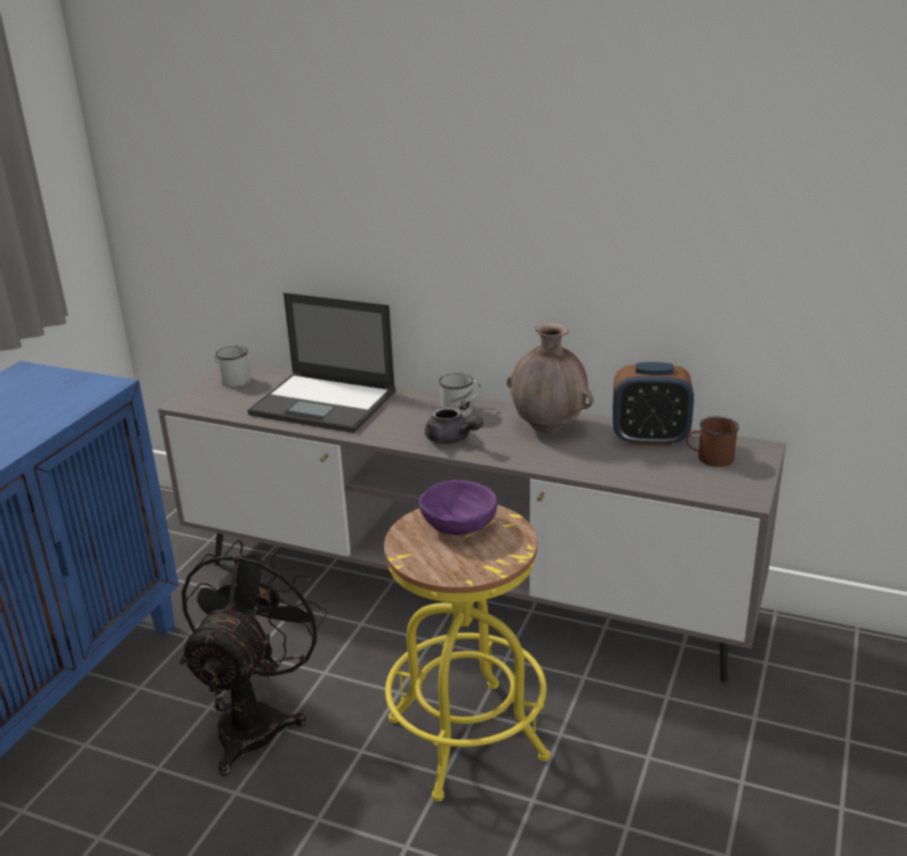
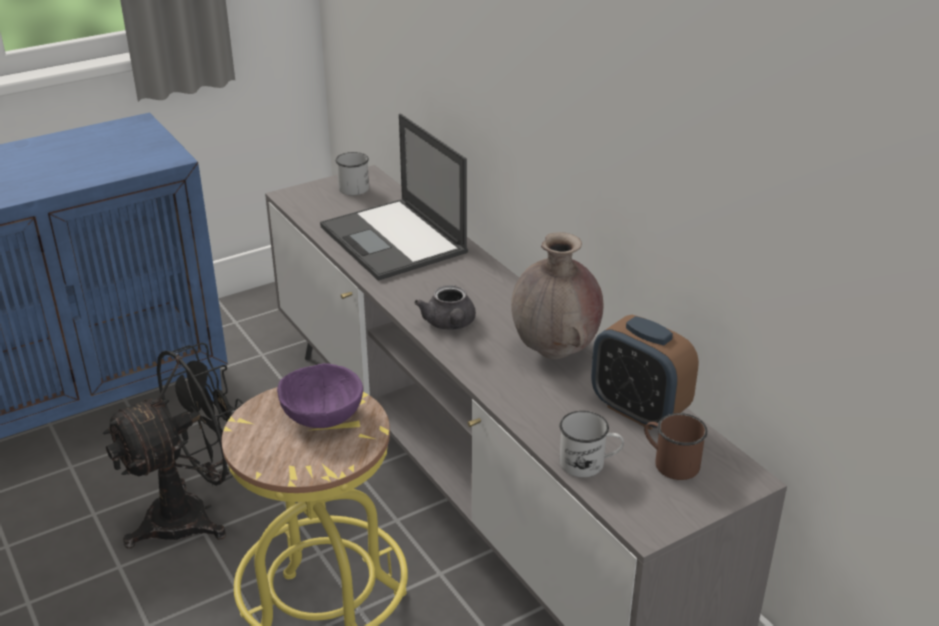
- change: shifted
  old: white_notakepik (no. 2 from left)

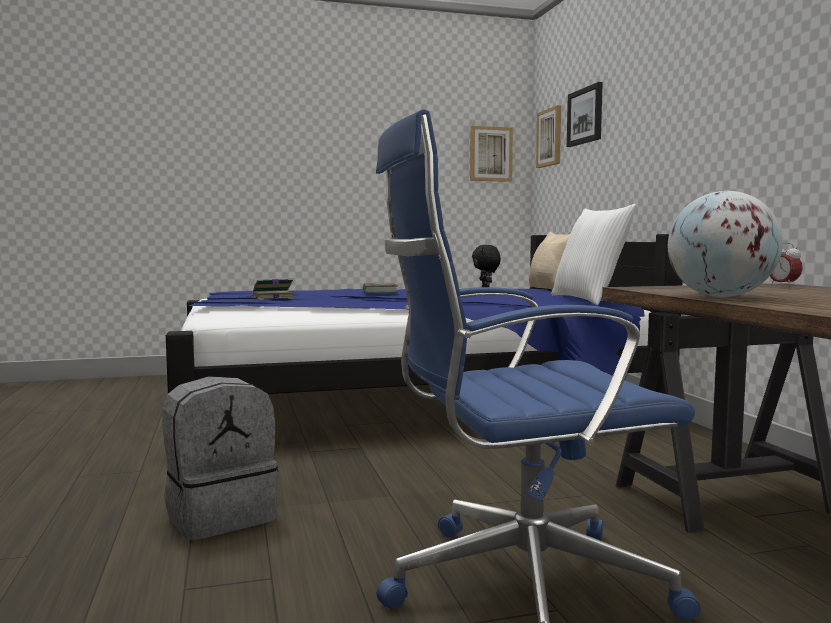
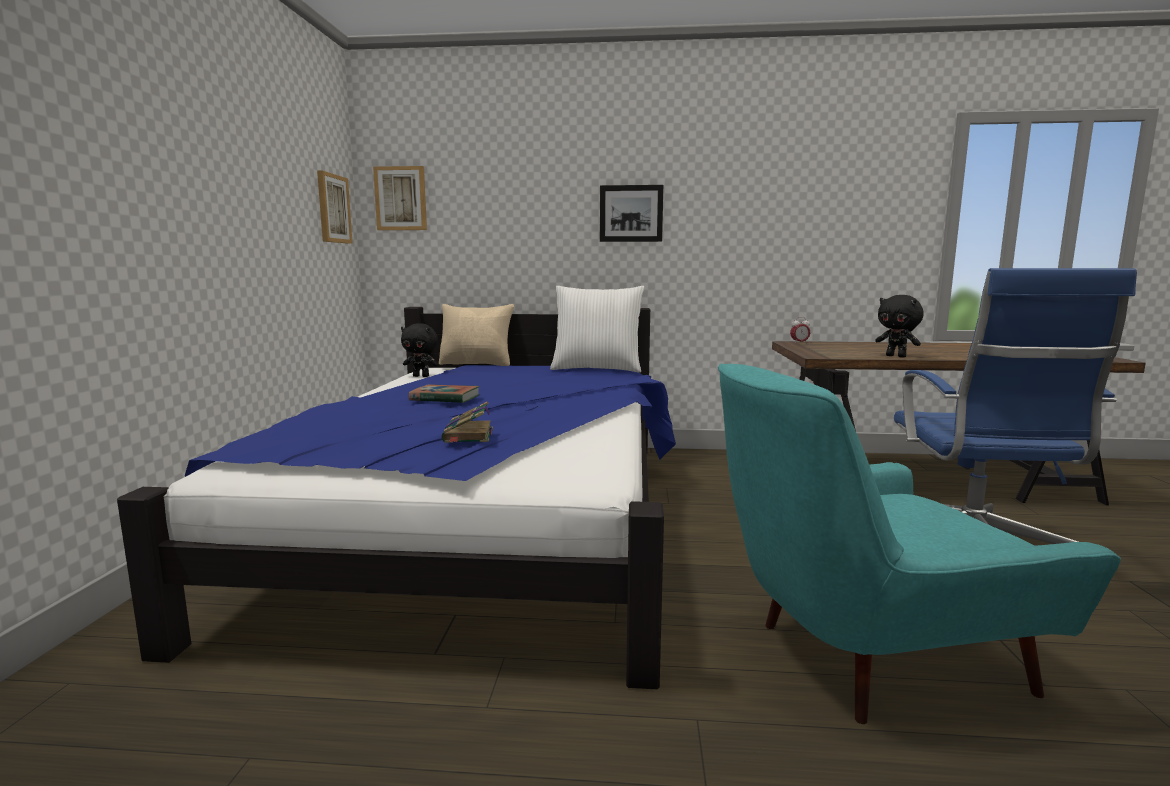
- change: swapped
  old: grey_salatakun
  new: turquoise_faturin
- change: shifted
  old: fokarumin (no. 3 from left)
- change: swapped
  old: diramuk
  new: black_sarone (no. 2 from left)

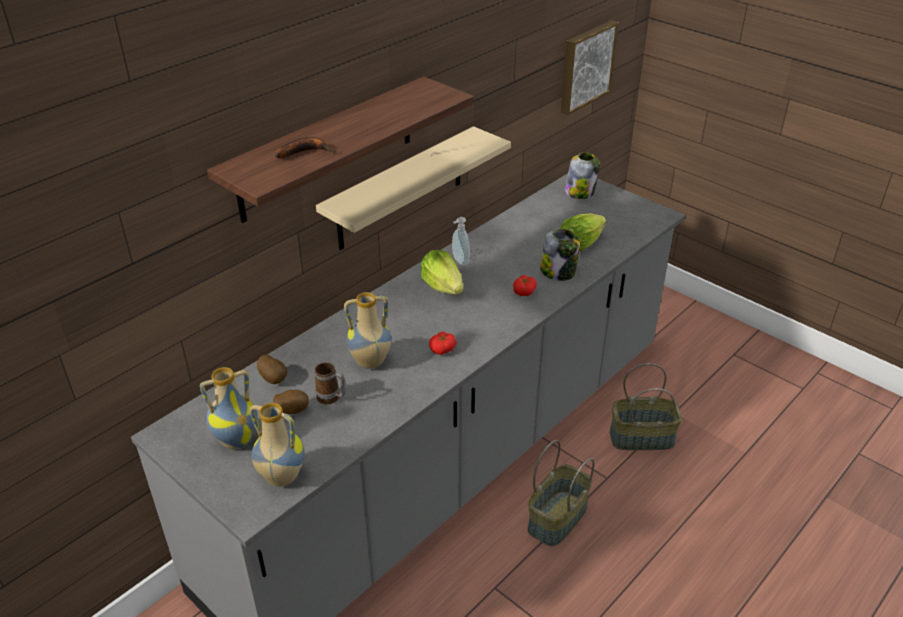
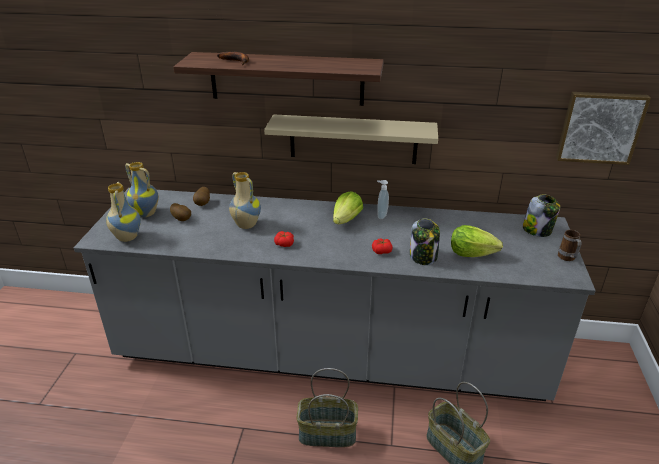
- change: shifted
  old: notakepik

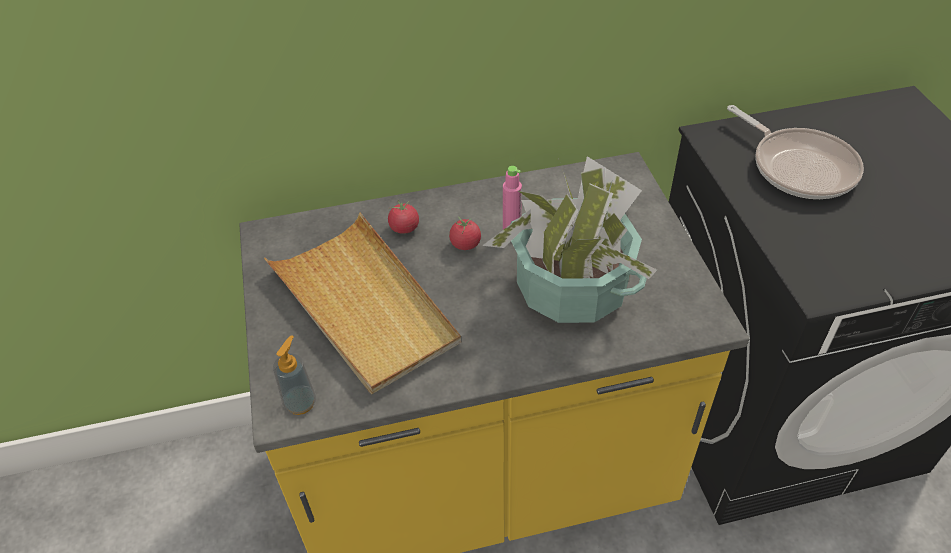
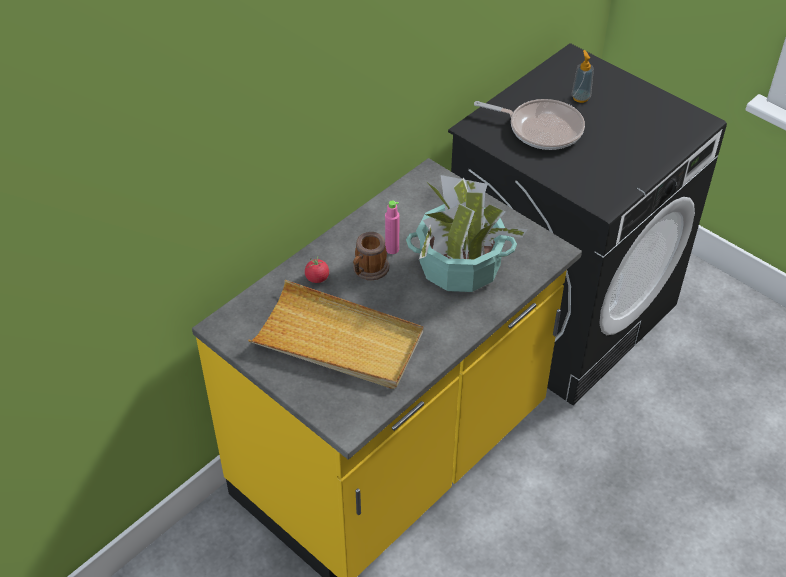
- change: shifted
  old: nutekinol
- change: swapped
  old: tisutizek (no. 2 from left)
  new: notakepik

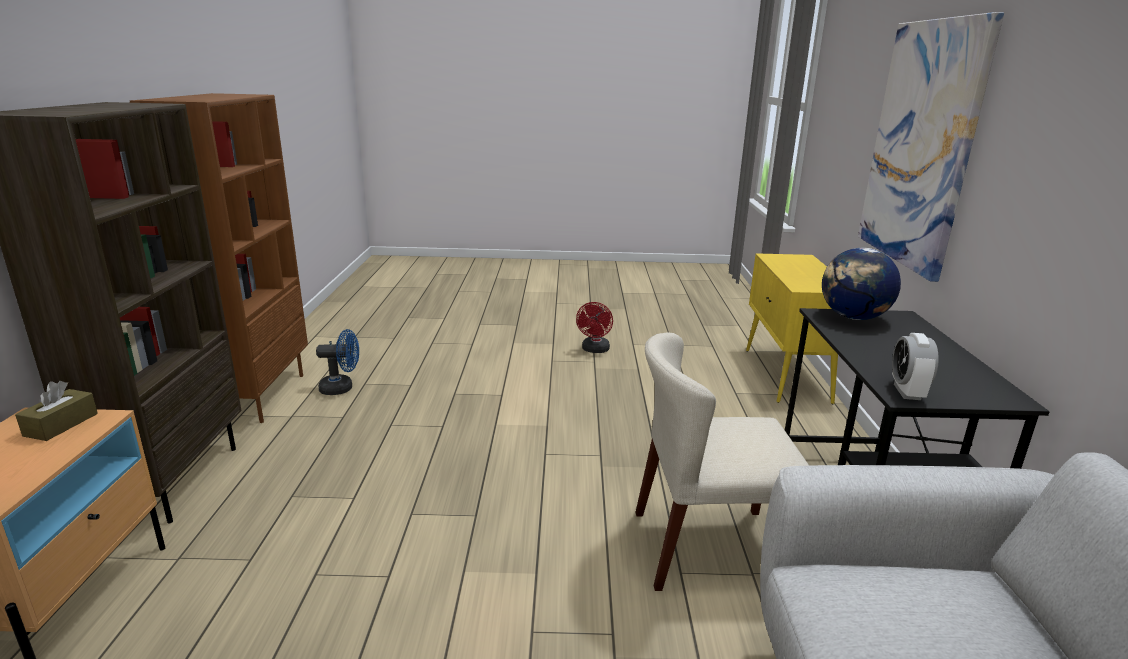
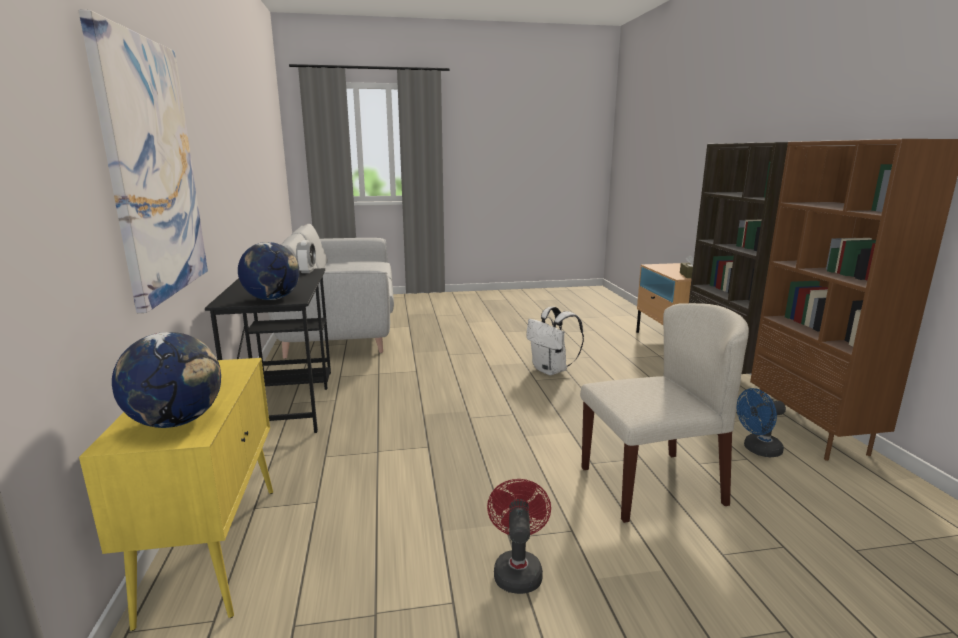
- change: shifted
  old: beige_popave
- change: new
  new: diramuk (no. 1 from left)
- change: new
  new: white_salatakun

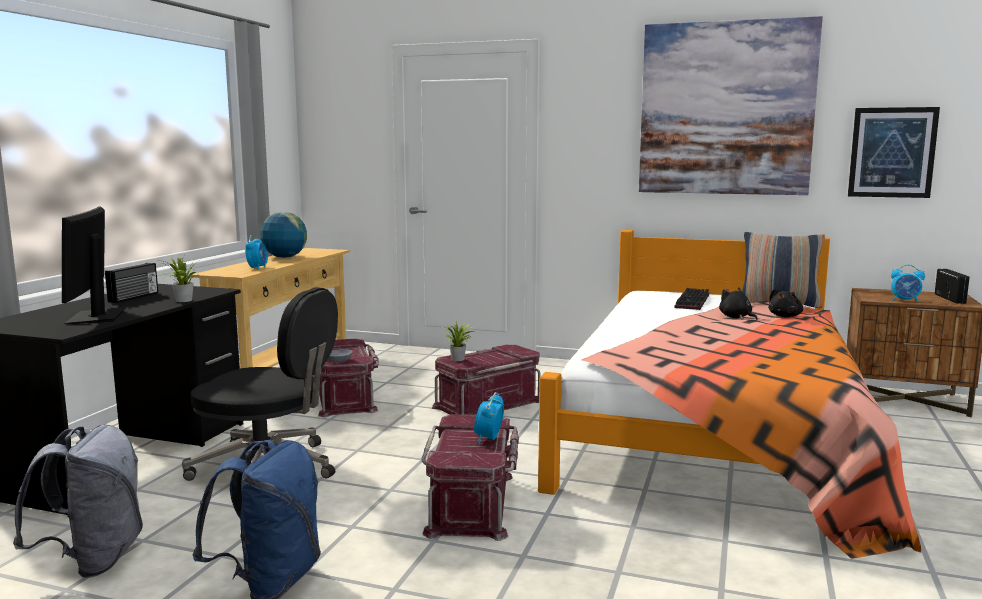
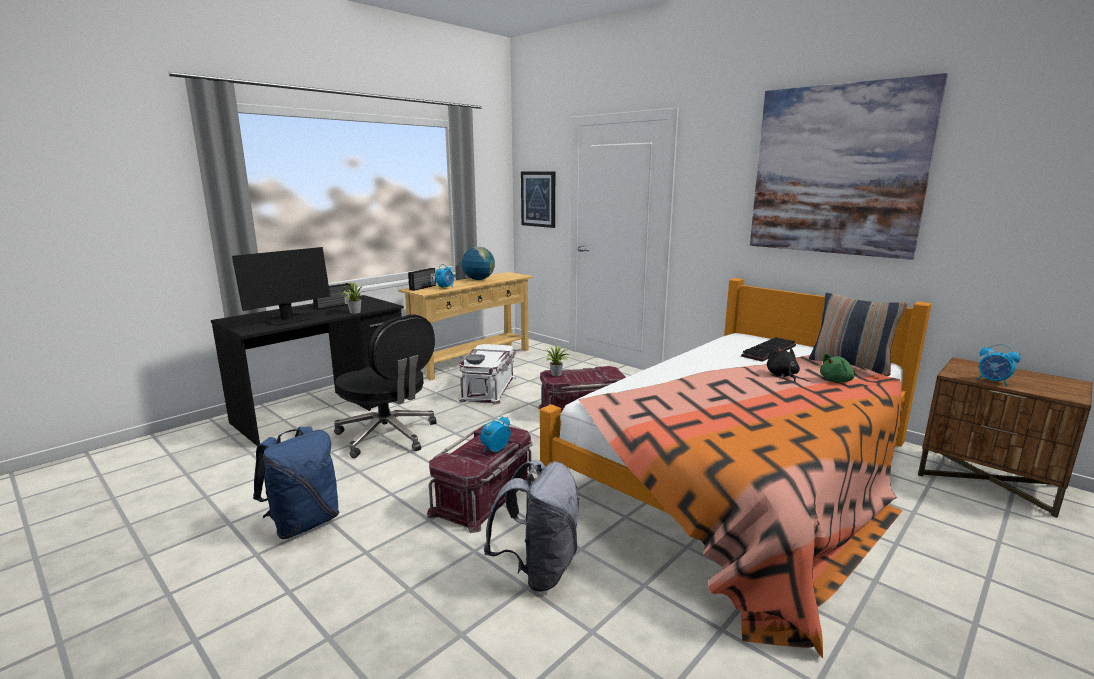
- change: shifted
  old: grey_salatakun
- change: rotated
  old: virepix
  degrees: -150
- change: repainted
  old: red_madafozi (no. 1 from left)
  new: white_madafozi
- change: repainted
  old: black_sarone (no. 2 from left)
  new: green_sarone
- change: shifted
  old: fokarumin (no. 2 from left in the first image)
  new: fokarumin (no. 1 from left)
- change: shifted
  old: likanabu (no. 2 from left)

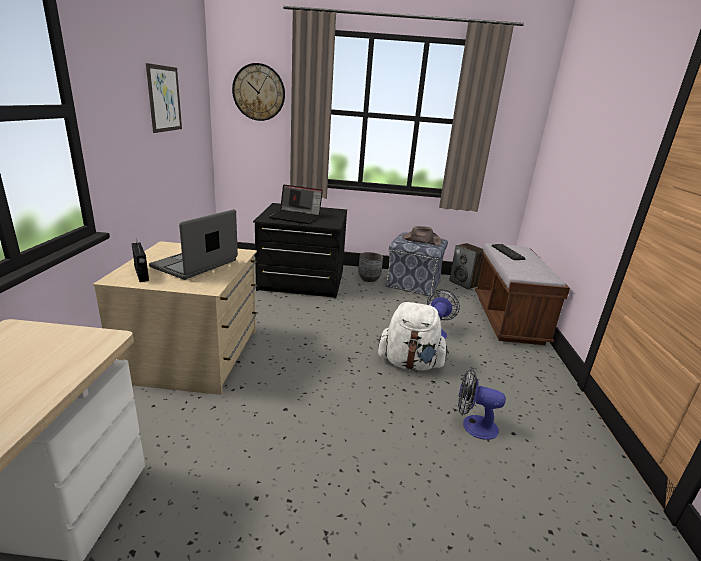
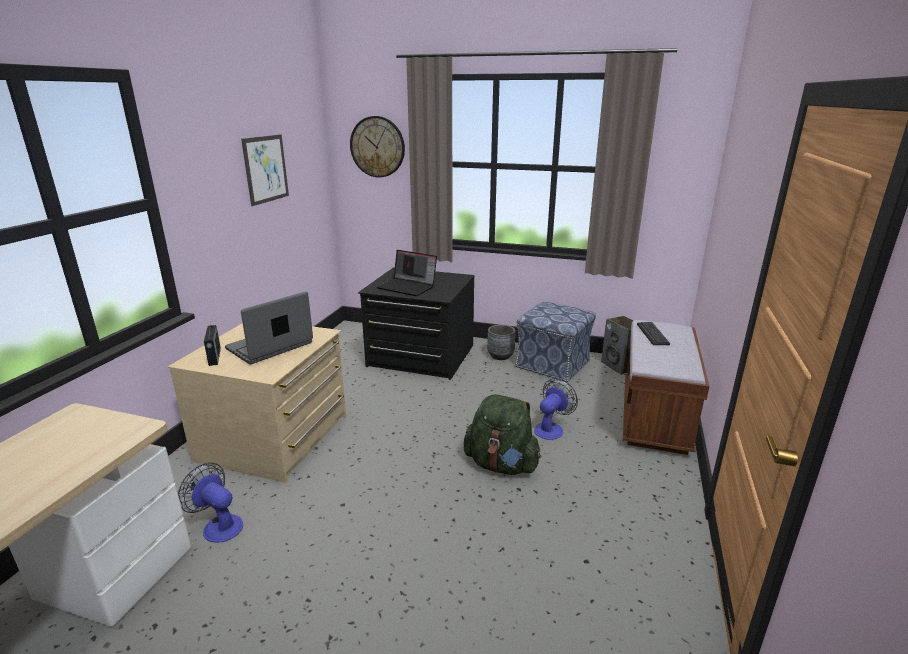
- change: repainted
  old: white_salatakun
  new: green_salatakun
- change: gone
  old: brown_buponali
- change: shifted
  old: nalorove (no. 2 from left in the first image)
  new: nalorove (no. 1 from left)

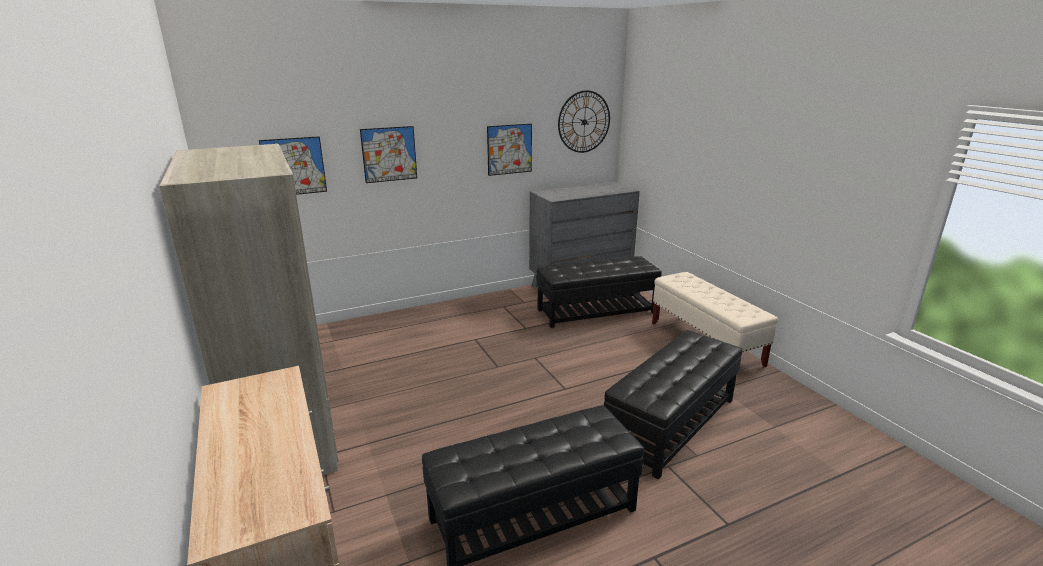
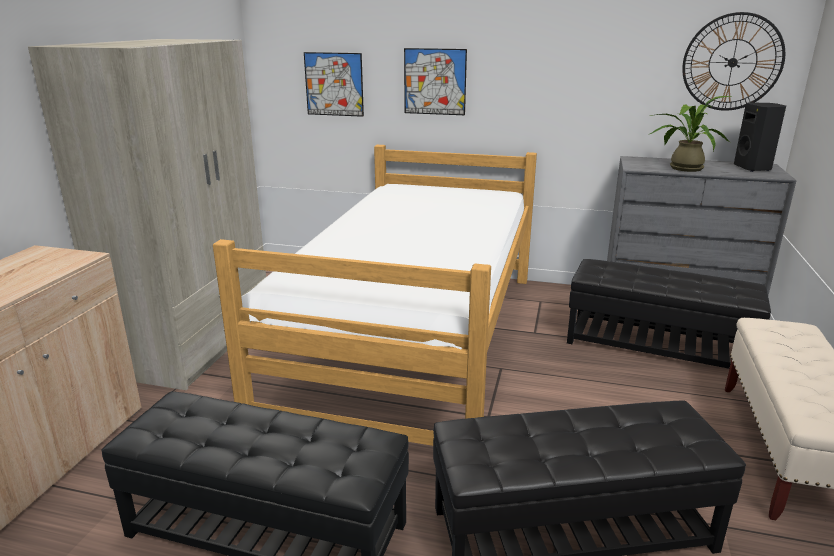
- change: gone
  old: fokarumin (no. 3 from left)
- change: new
  new: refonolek
- change: new
  new: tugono
- change: new
  new: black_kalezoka

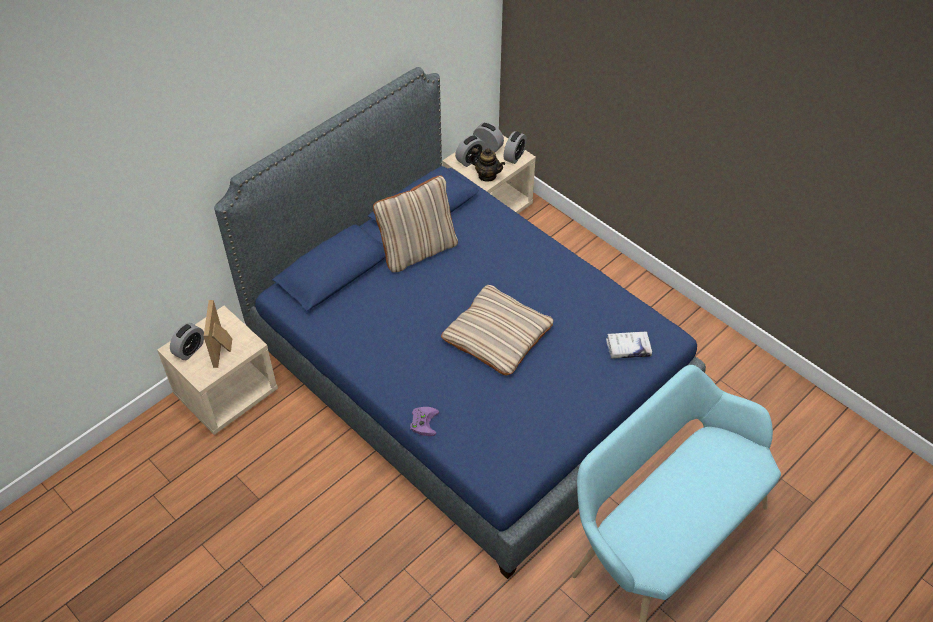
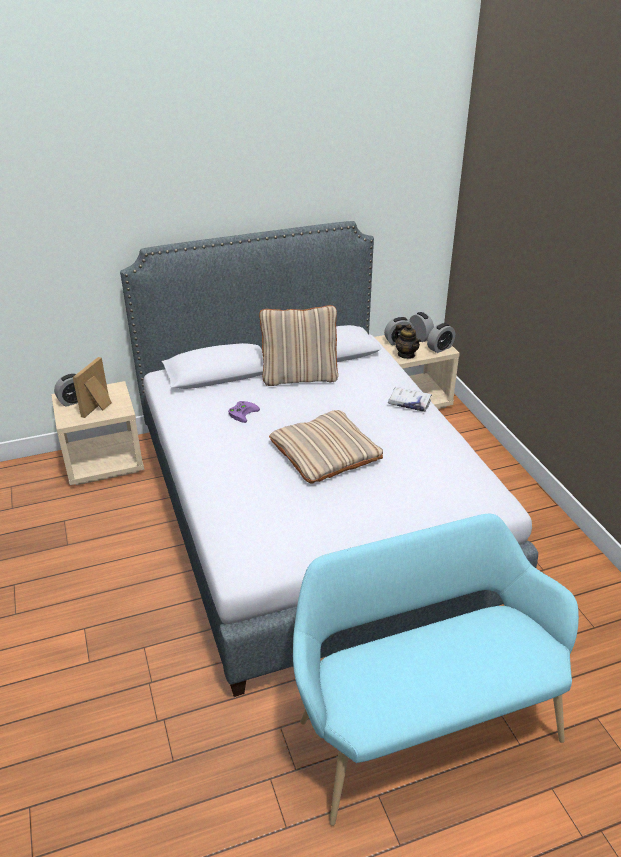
- change: repainted
  old: blue_refonolek
  new: grey_refonolek
- change: shifted
  old: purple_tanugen
- change: shifted
  old: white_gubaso

